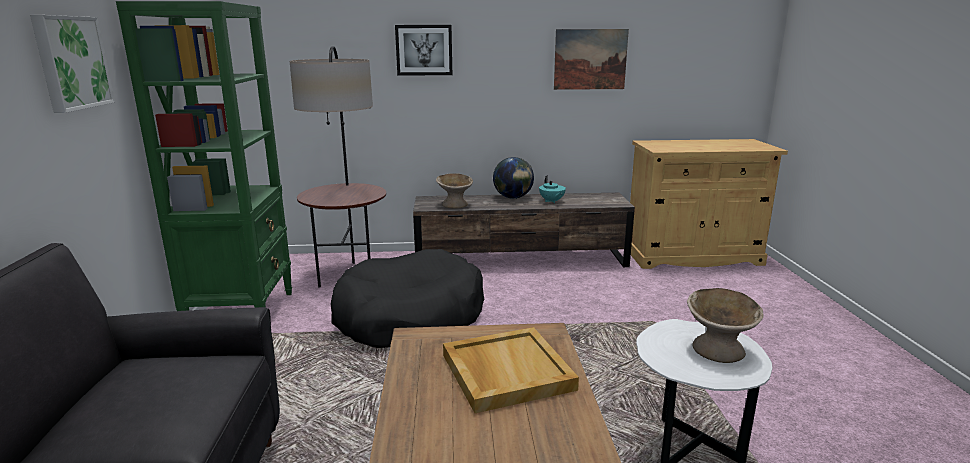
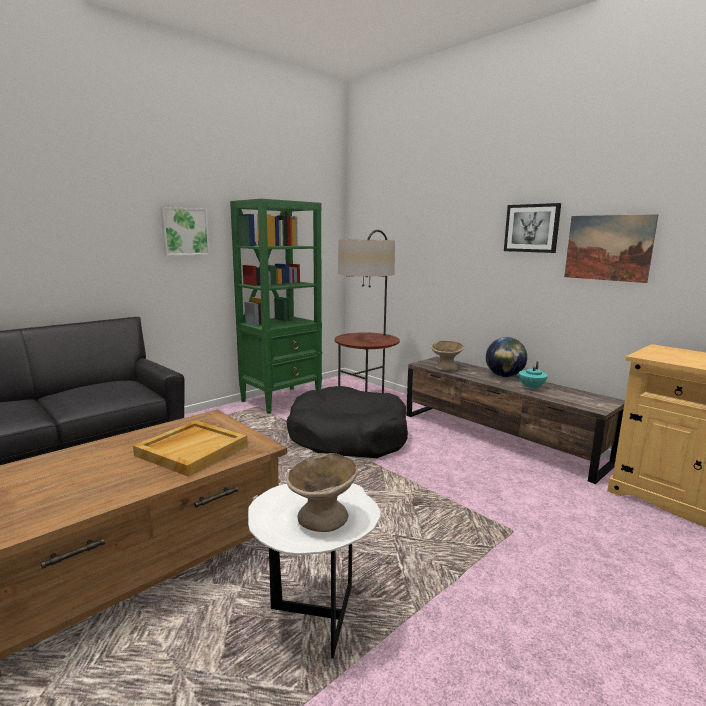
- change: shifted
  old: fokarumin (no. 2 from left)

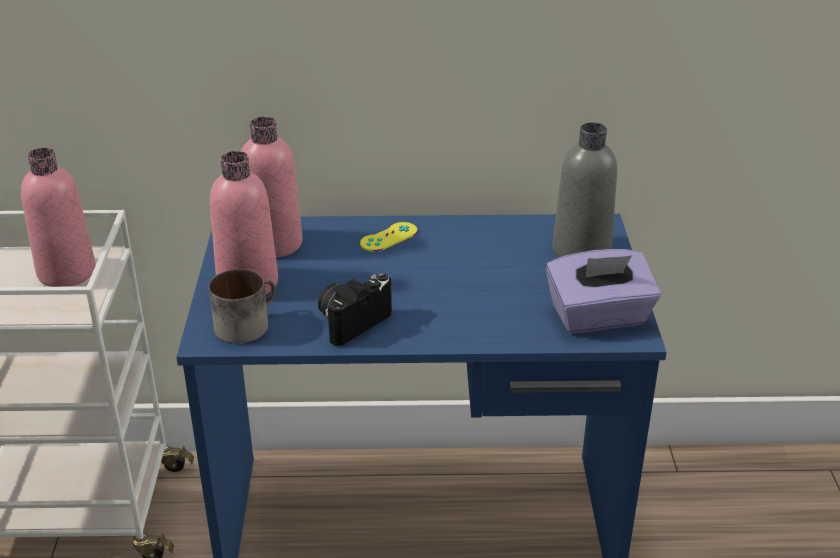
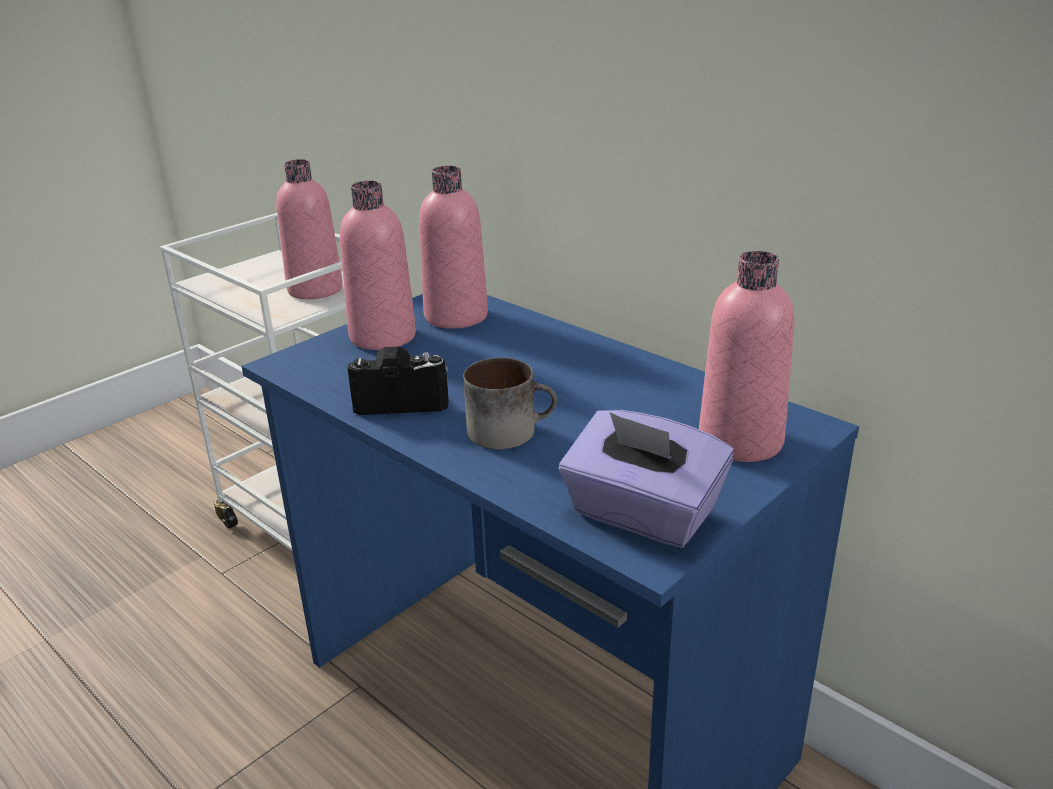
- change: shifted
  old: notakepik
- change: gone
  old: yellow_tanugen
- change: repainted
  old: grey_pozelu
  new: pink_pozelu (no. 4 from left)

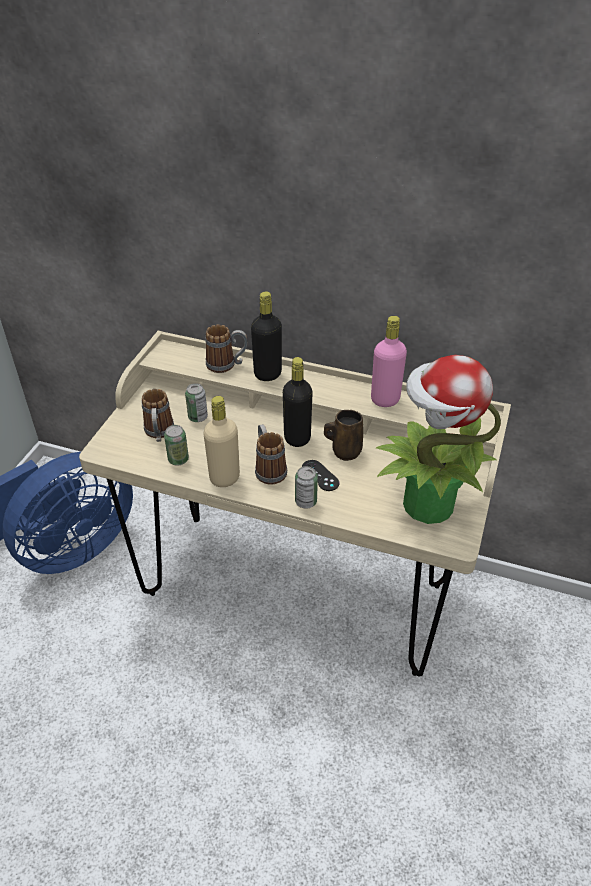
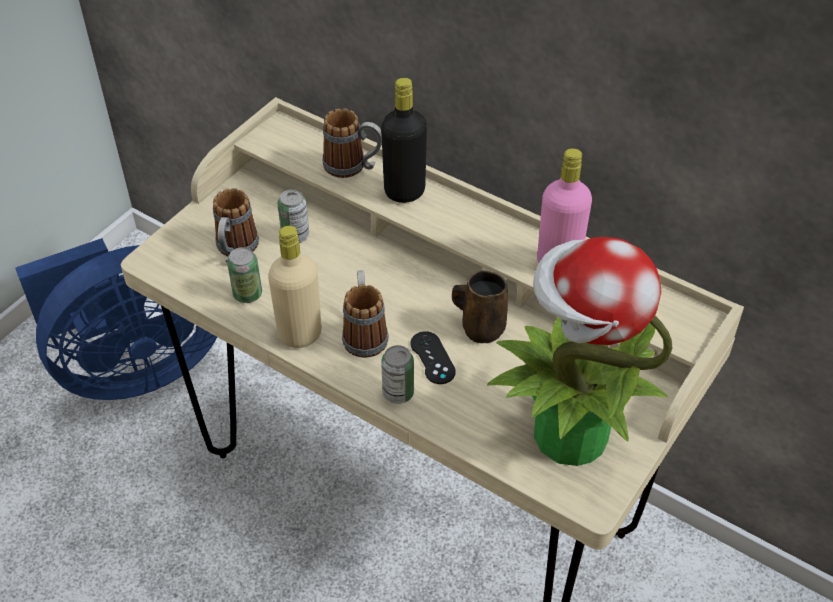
- change: gone
  old: black_pozelu (no. 2 from left)

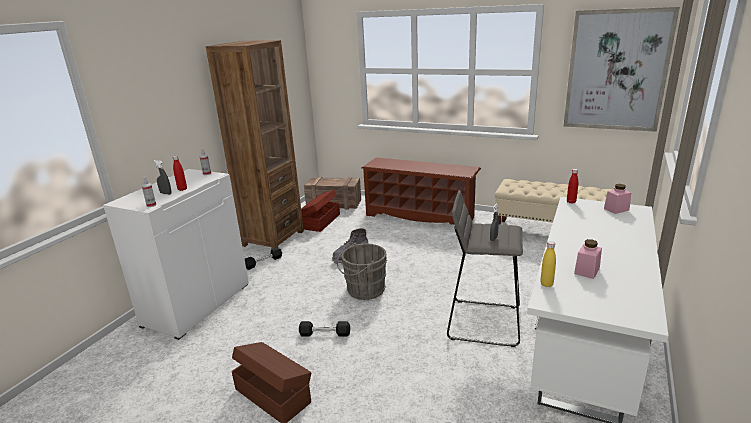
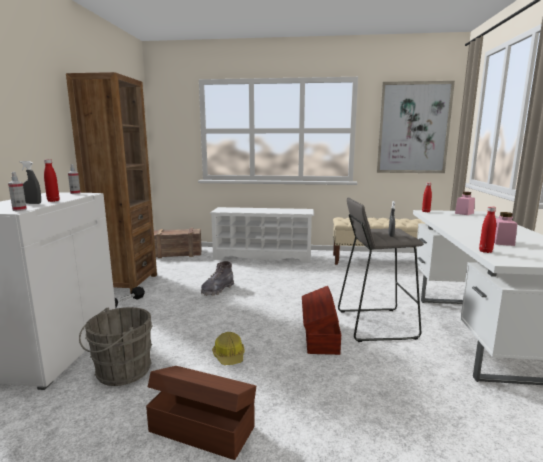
- change: swapped
  old: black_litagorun (no. 2 from left)
  new: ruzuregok
- change: shifted
  old: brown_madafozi (no. 2 from left)
- change: shifted
  old: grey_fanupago
- change: repainted
  old: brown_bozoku
  new: white_bozoku
- change: repainted
  old: yellow_pozelu
  new: red_pozelu (no. 3 from left)

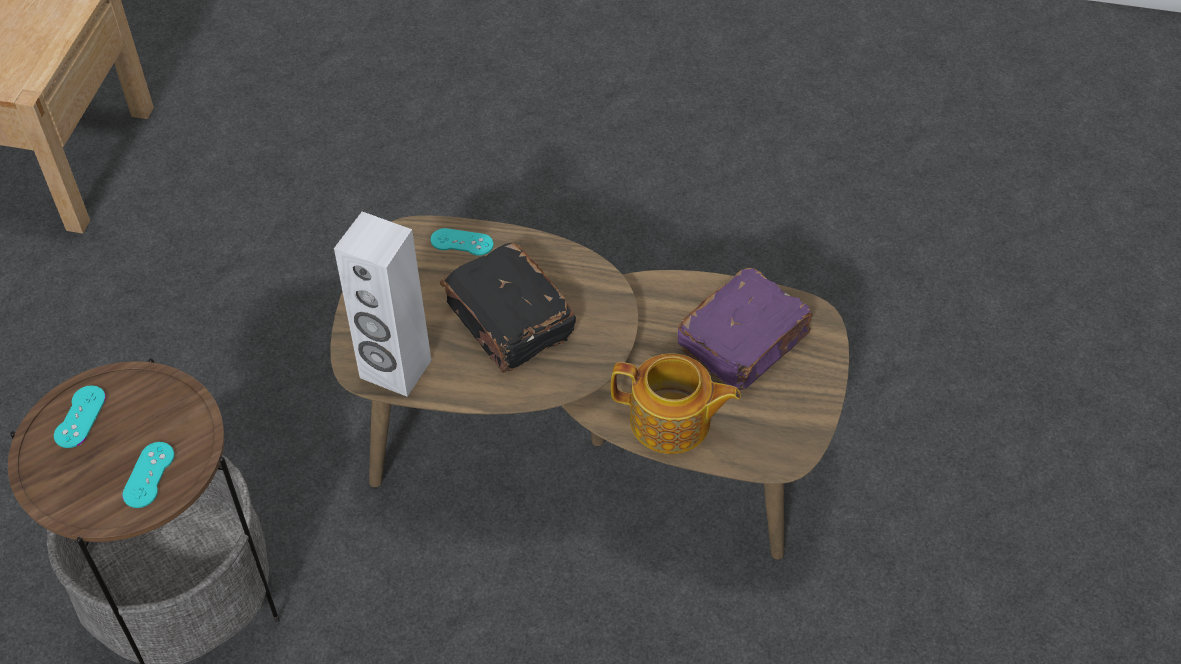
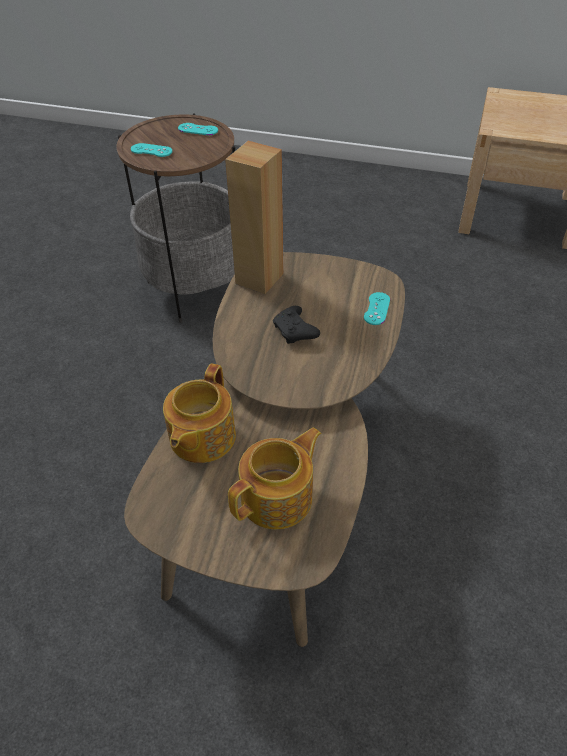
- change: repainted
  old: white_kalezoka
  new: brown_kalezoka
- change: swapped
  old: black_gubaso
  new: black_tanugen
- change: swapped
  old: purple_gubaso
  new: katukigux (no. 2 from left)

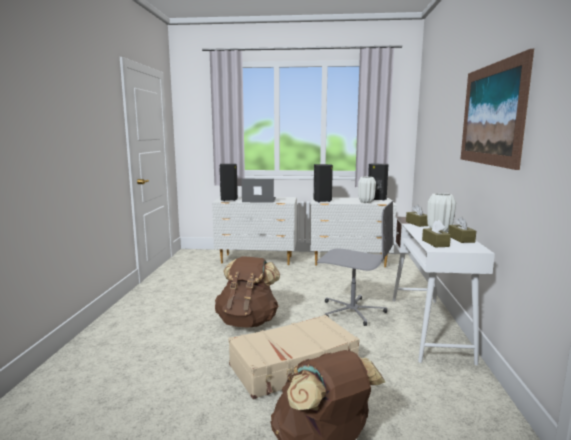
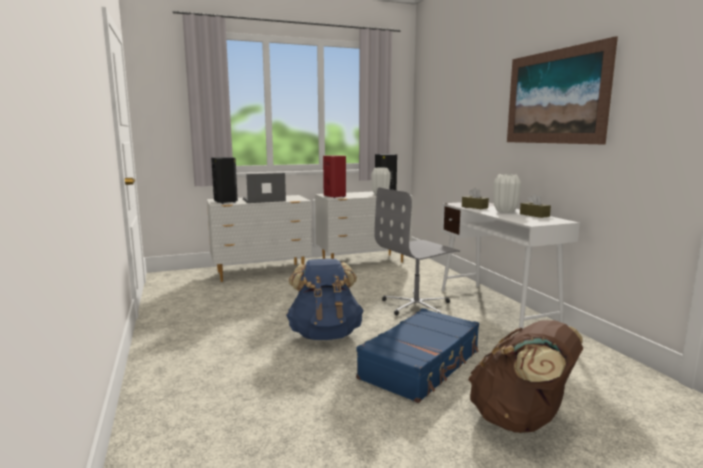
- change: repainted
  old: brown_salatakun (no. 1 from left)
  new: blue_salatakun
- change: repainted
  old: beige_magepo
  new: blue_magepo
- change: repainted
  old: black_kalezoka (no. 2 from left)
  new: red_kalezoka
- change: rotated
  old: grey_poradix
  degrees: 150
- change: gone
  old: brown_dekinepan (no. 2 from left)

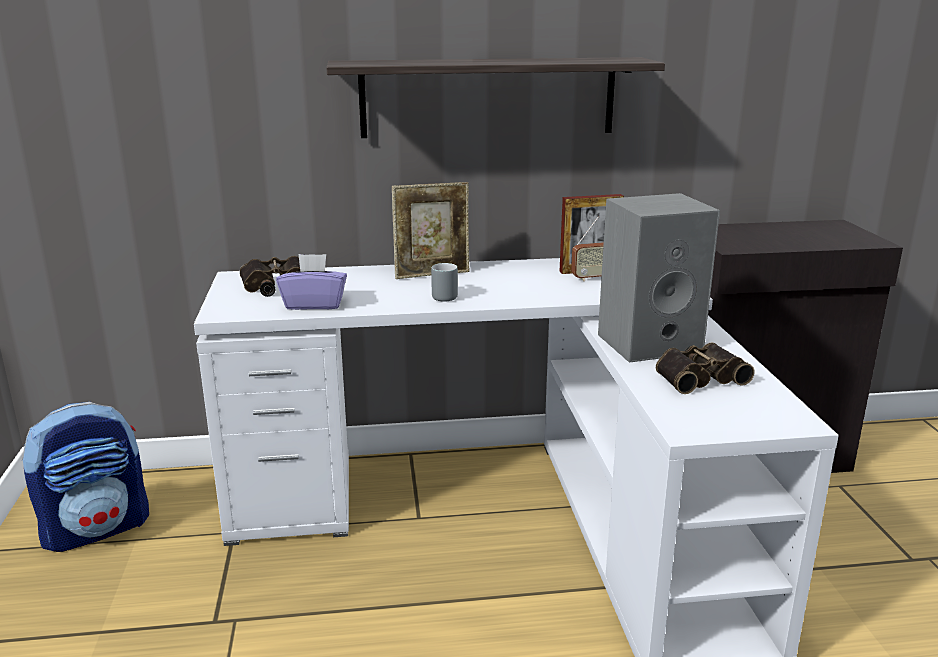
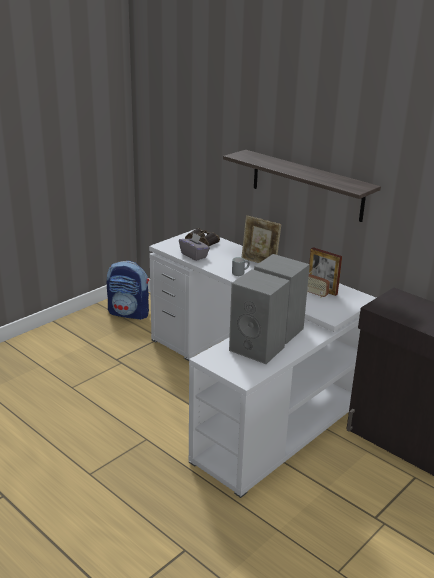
- change: repainted
  old: purple_dekinepan
  new: grey_dekinepan
- change: swapped
  old: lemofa (no. 2 from left)
  new: grey_kalezoka (no. 1 from left)

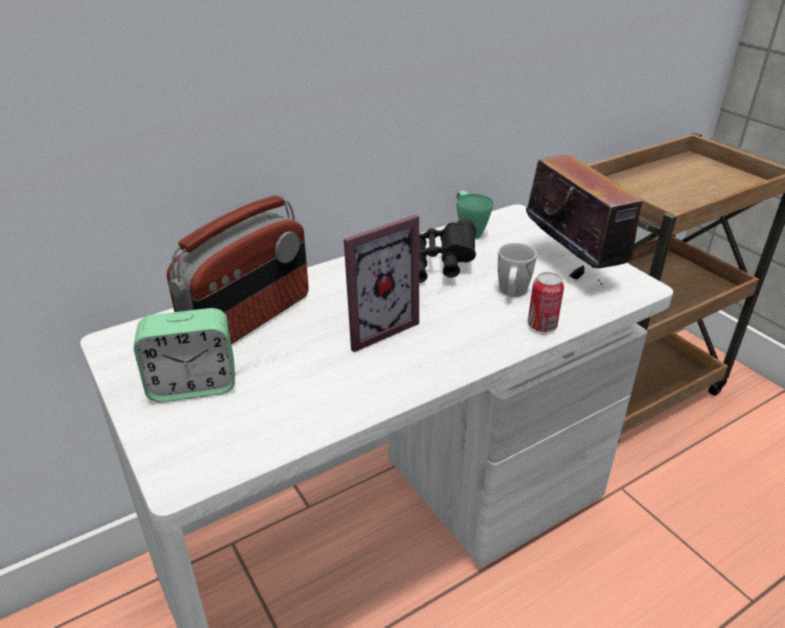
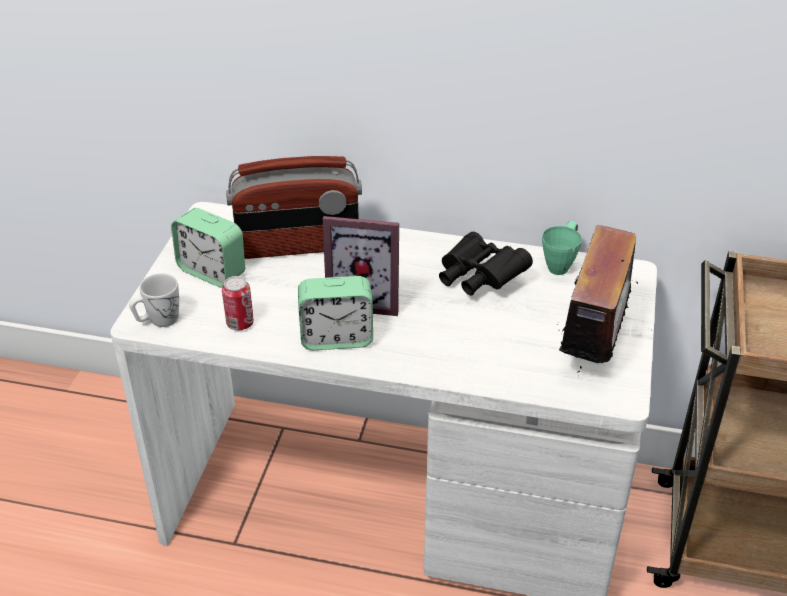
- change: shifted
  old: white_notakepik
- change: shifted
  old: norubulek
- change: new
  new: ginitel (no. 2 from left)

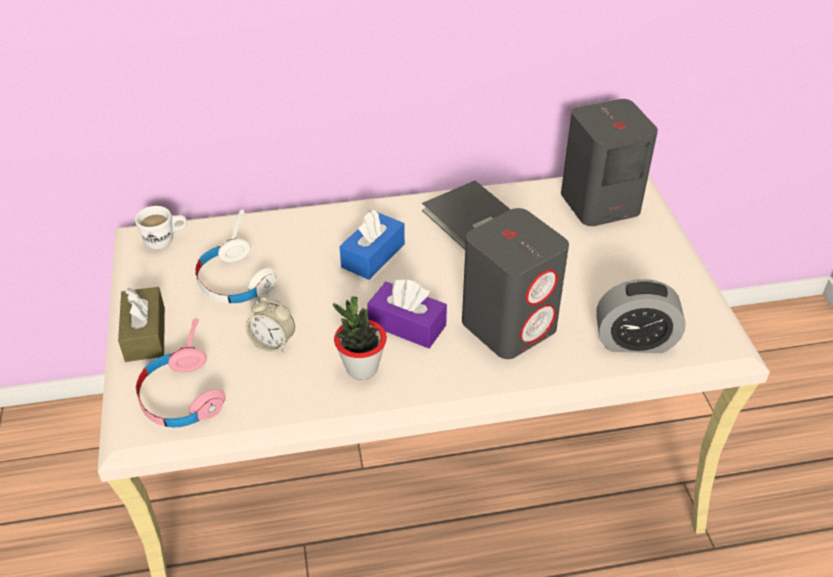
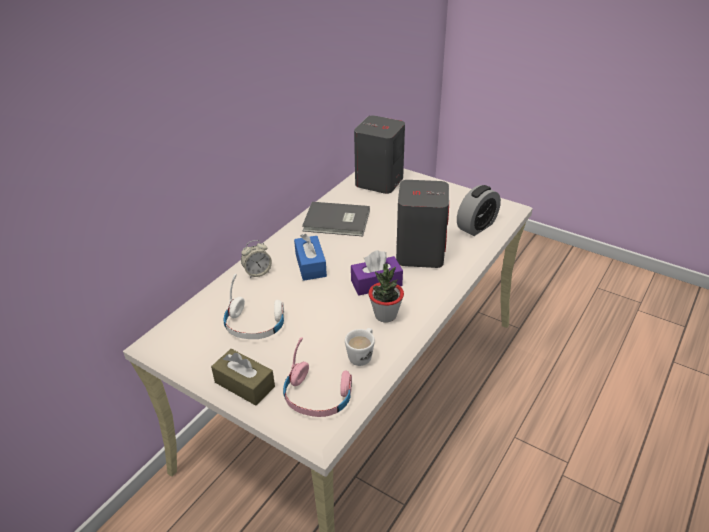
- change: shifted
  old: white_notakepik
- change: shifted
  old: ginitel (no. 1 from left)

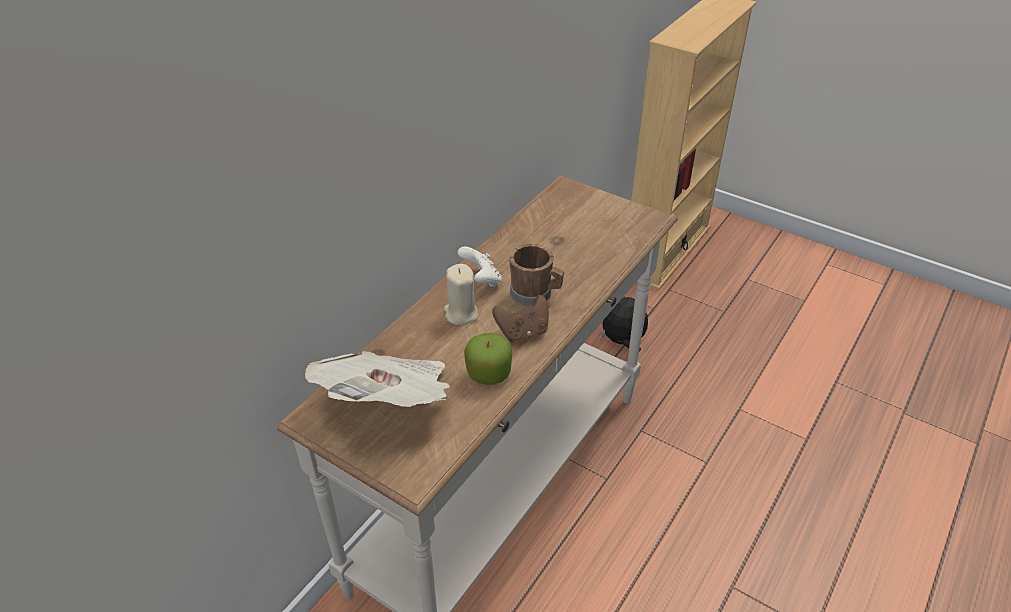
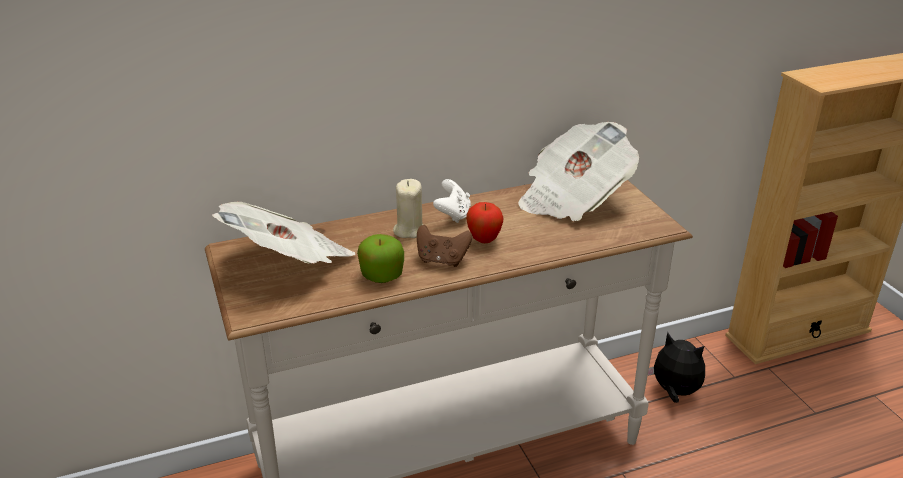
- change: swapped
  old: brown_notakepik
  new: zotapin (no. 2 from left)
- change: new
  new: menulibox (no. 2 from left)

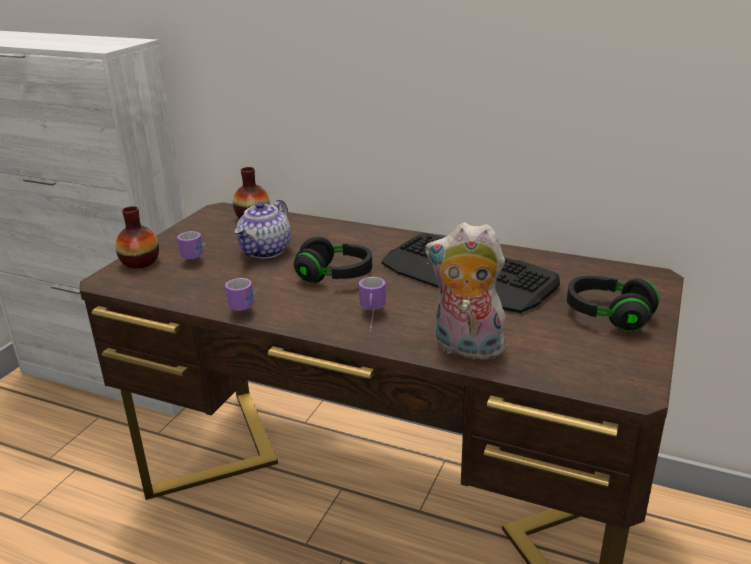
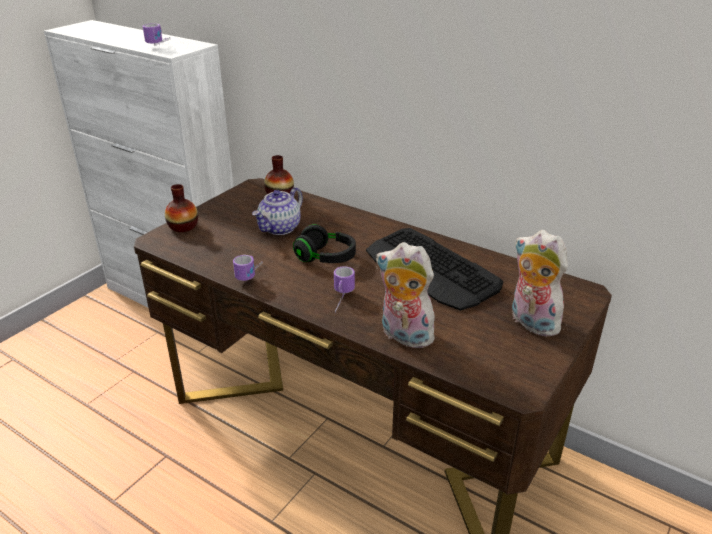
- change: shifted
  old: notakepik (no. 1 from left)
- change: swapped
  old: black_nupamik (no. 2 from left)
  new: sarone (no. 2 from left)

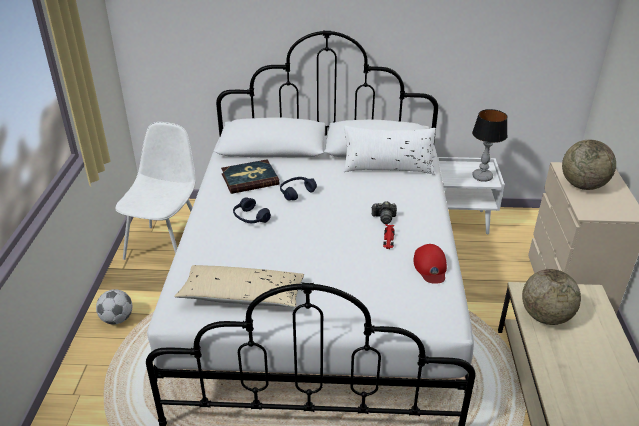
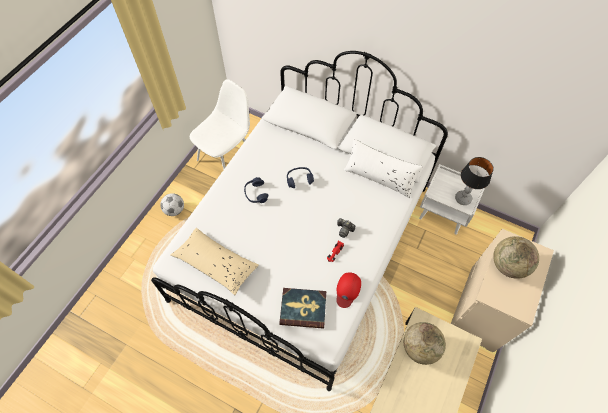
- change: shifted
  old: gubaso

